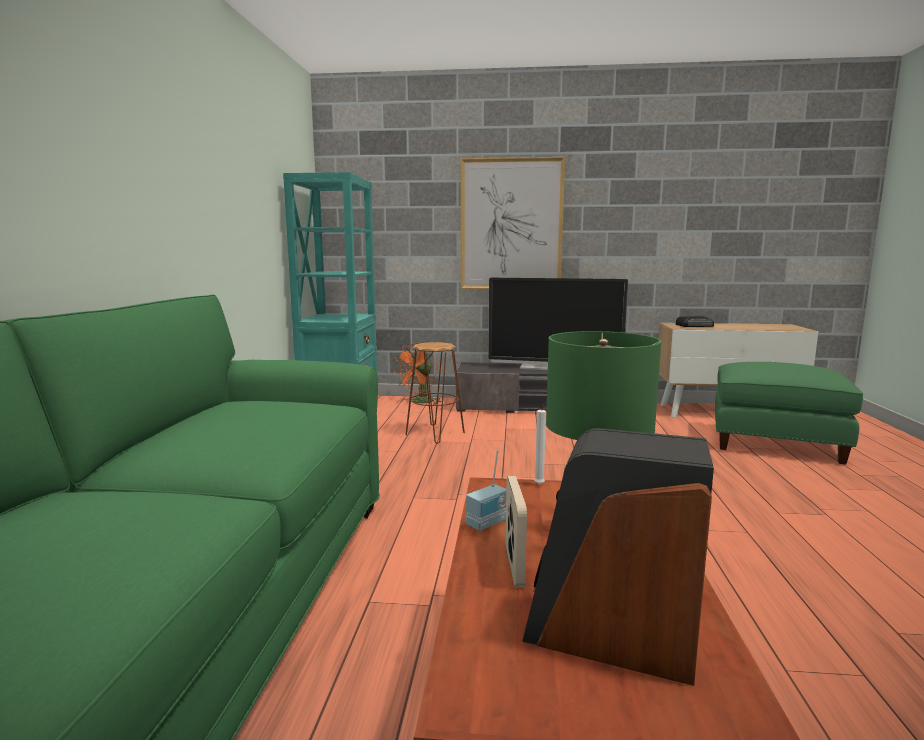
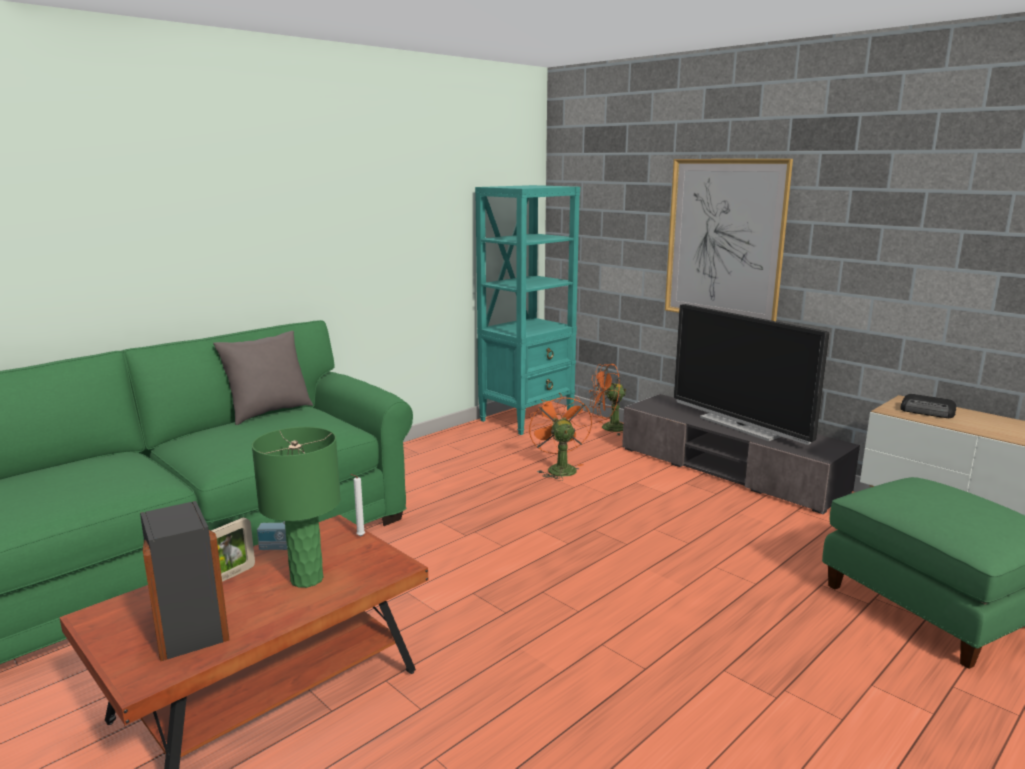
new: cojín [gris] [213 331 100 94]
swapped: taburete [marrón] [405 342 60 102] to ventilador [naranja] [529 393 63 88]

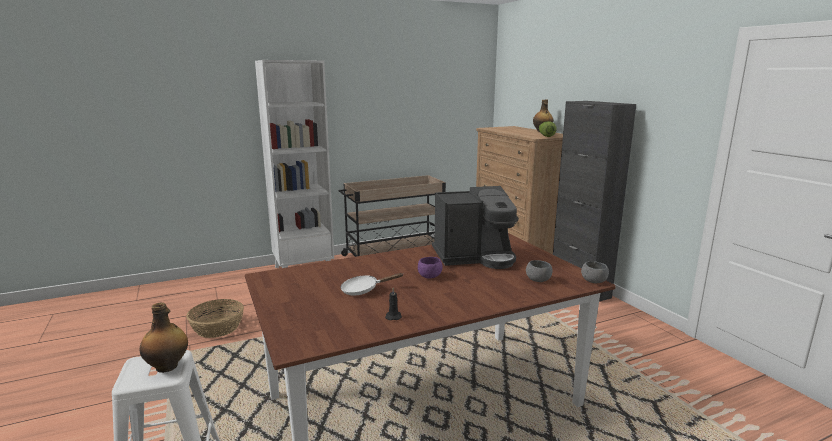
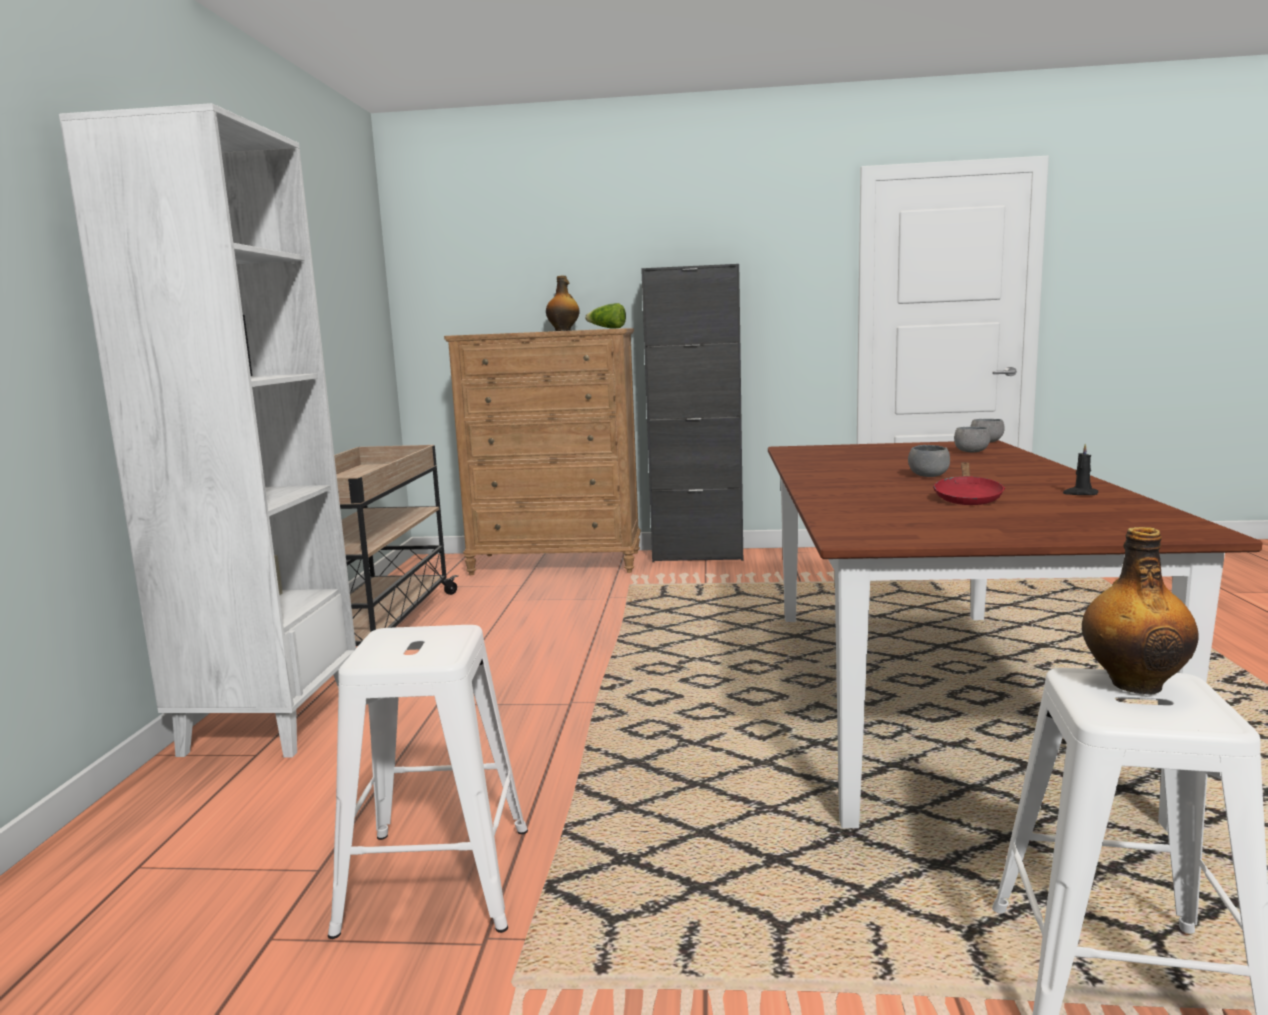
gone: cafetera [432 186 87 83]
swapped: cesta [187 299 57 39] to taburete [blanco] [328 625 200 314]
repainted: sartén [blanco] [341 273 62 22] to sartén [rojo] [933 462 72 43]; cuenco [morado] [418 257 24 21] to cuenco [gris] [908 445 42 32]

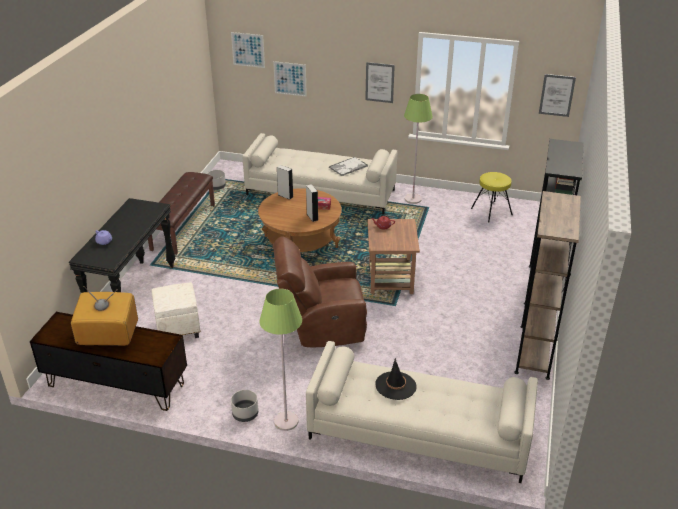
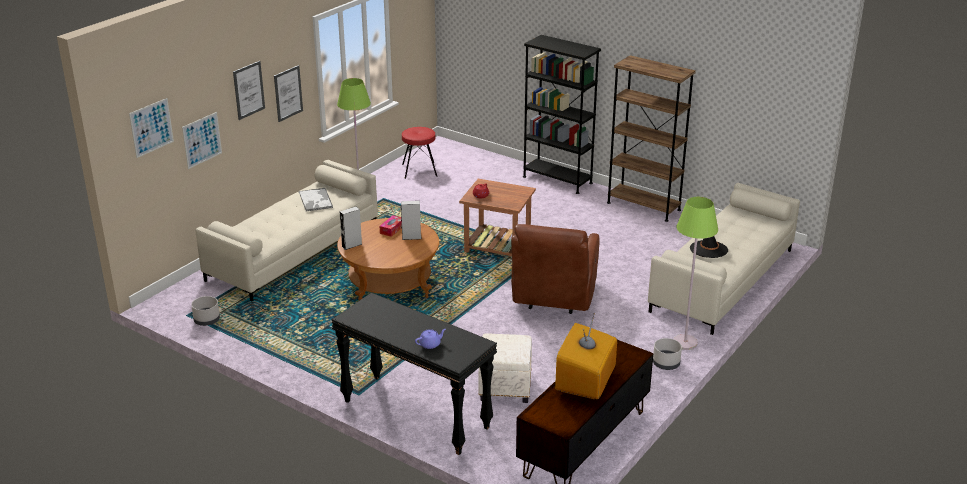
gone: banco [marrón] [148 172 67 83]
shifted: cuadro [539 74 37 43] to [233 61 32 59]
repainted: taburete [amarillo] [471 172 42 50] to taburete [rojo] [402 127 35 52]

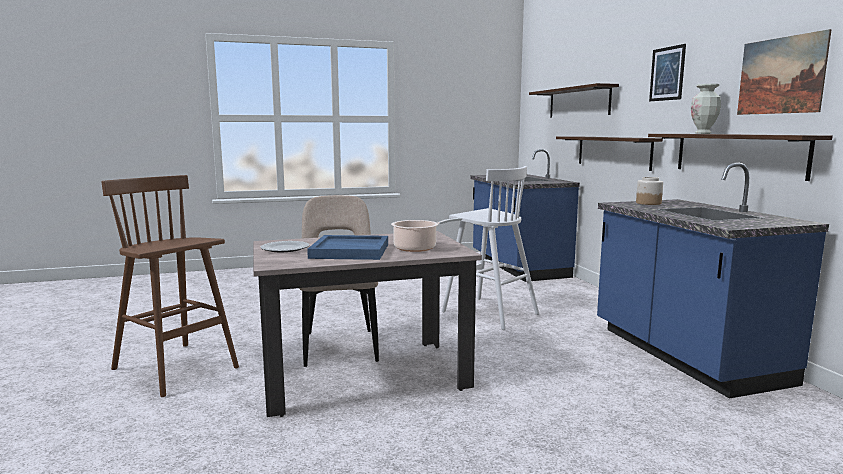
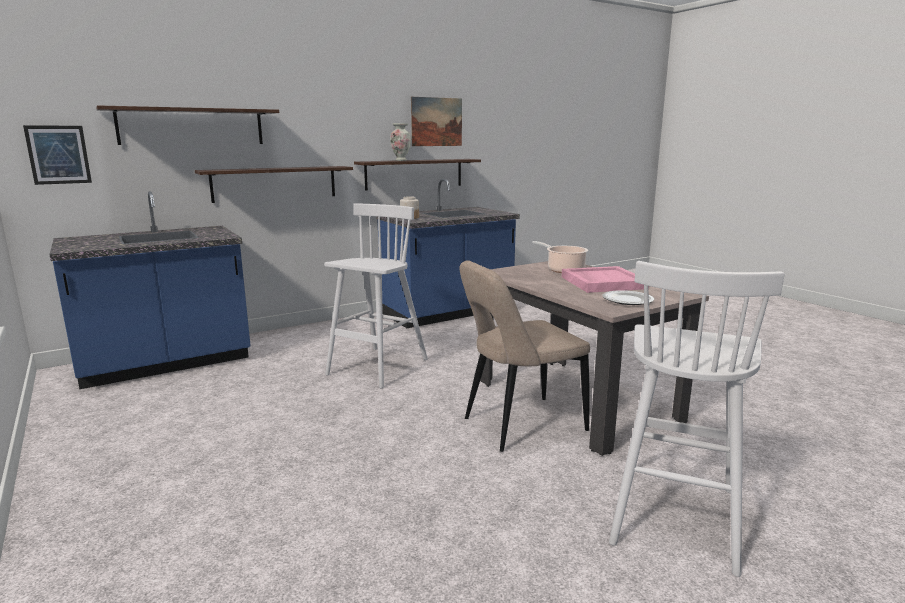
shifted: cuadro [649 44 37 57] to [23 125 69 60]
repainted: taburete [marrón] [101 175 138 222] to taburete [blanco] [609 261 176 316]; bandeja [azul] [307 235 81 25] to bandeja [rosa] [562 266 87 27]

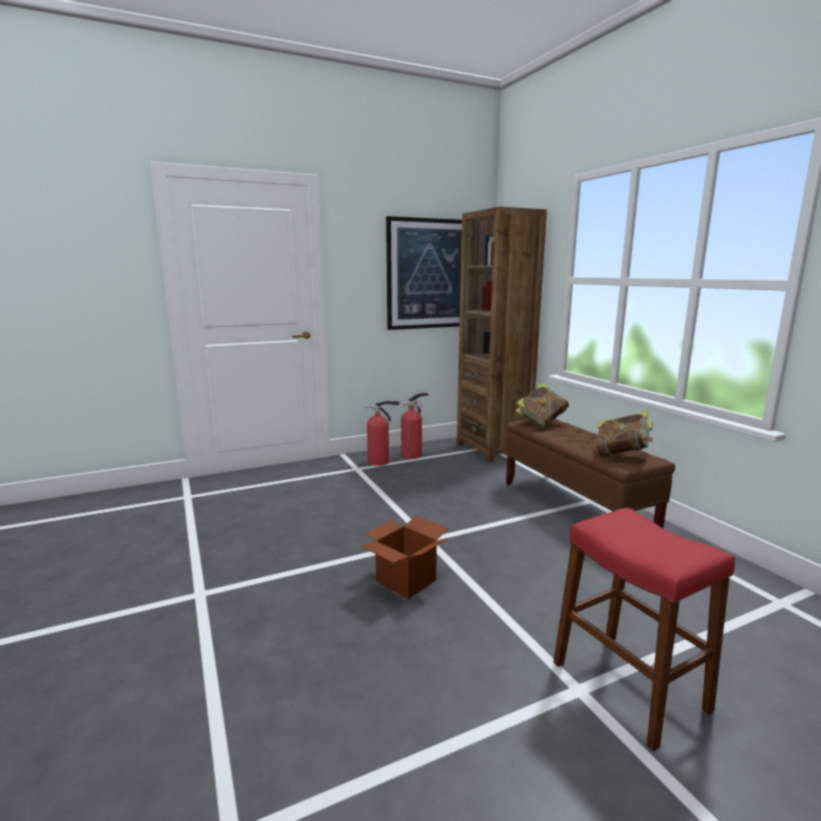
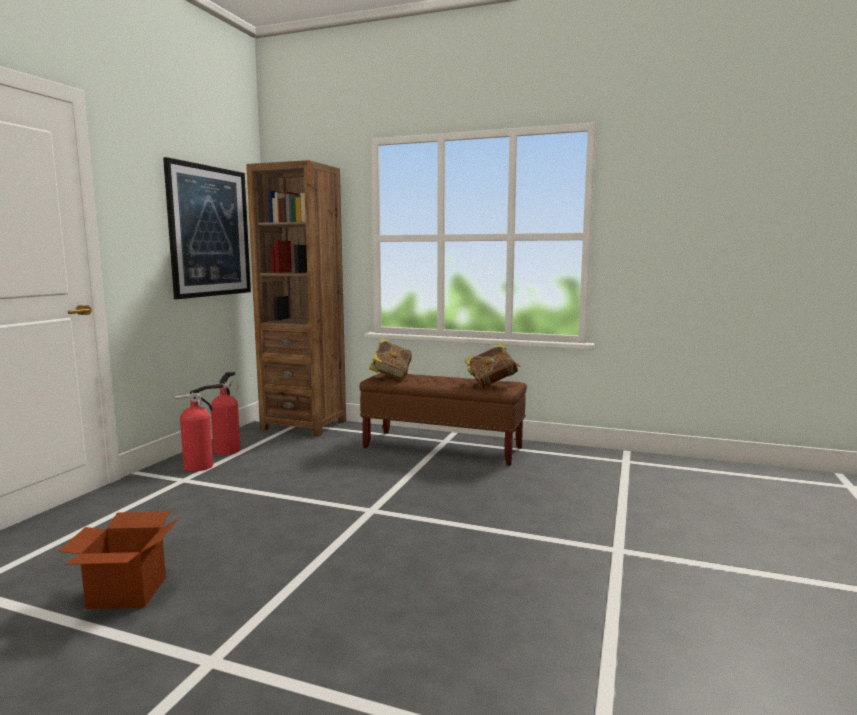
gone: taburete [rojo] [553 508 182 243]
shifted: caja de cartón [361 515 88 84] to [58 511 120 99]

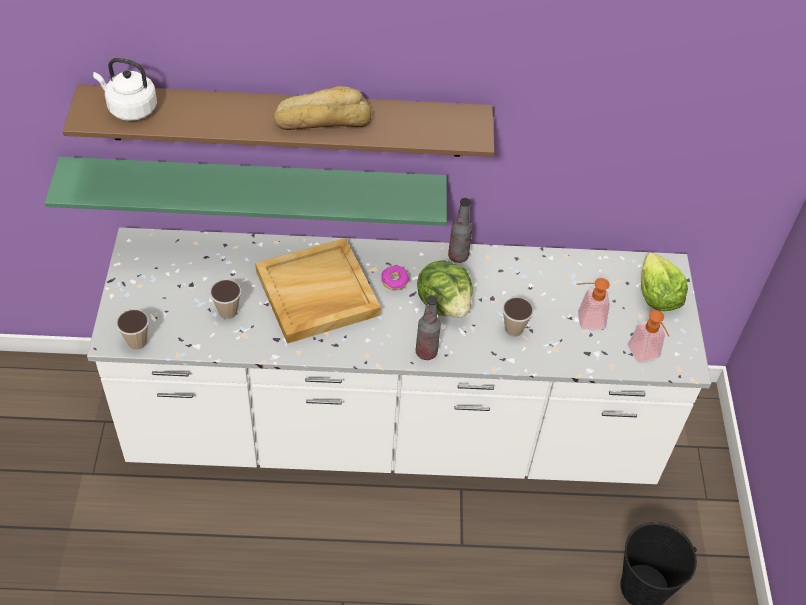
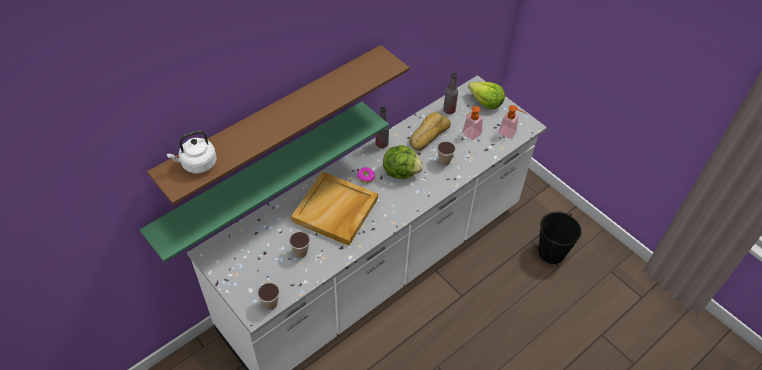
shifted: pan [274 86 98 44] to [409 112 42 39]; botella [416 295 25 65] to [443 73 15 41]

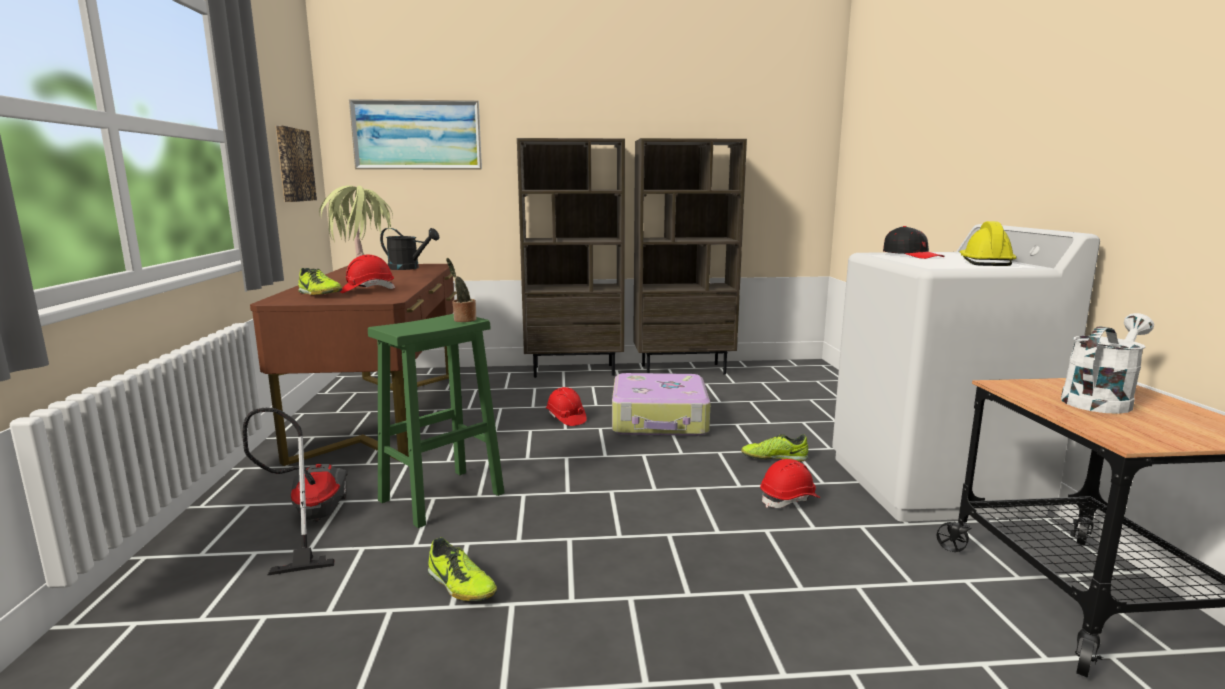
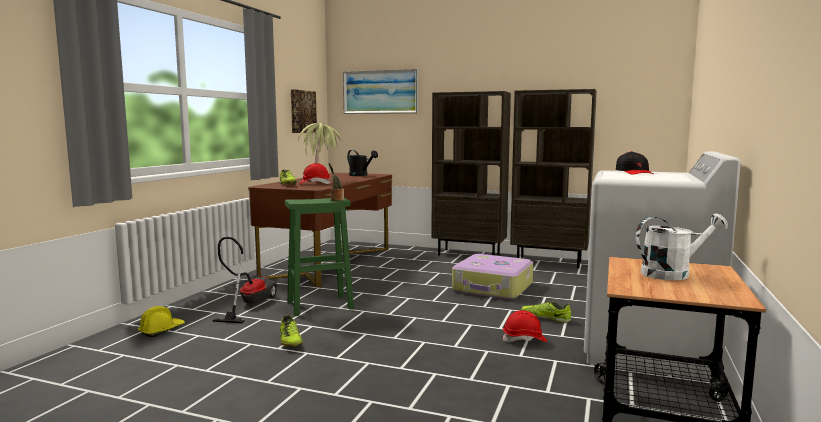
gone: casco [rojo] [546 387 41 39]
shifted: casco [amarillo] [960 221 57 45] to [138 306 47 31]

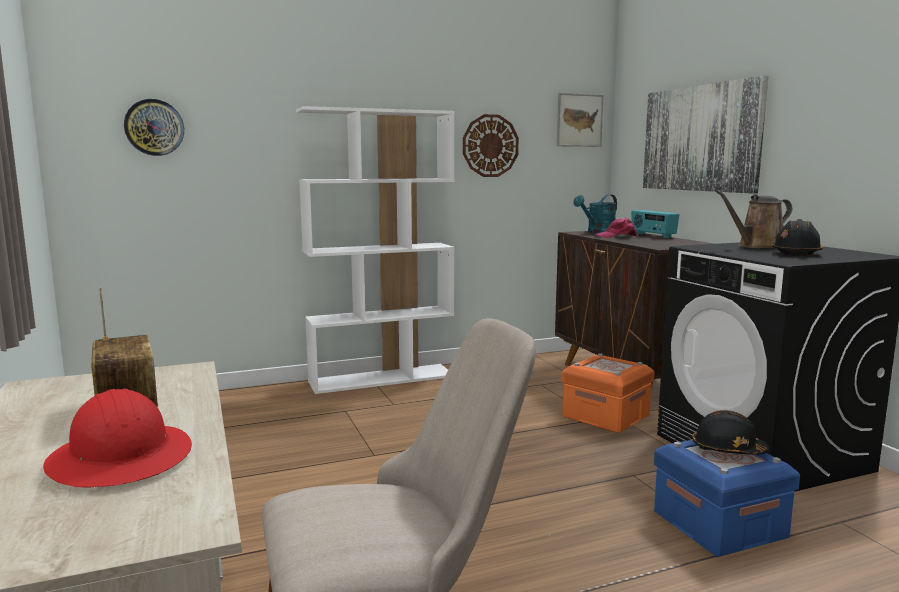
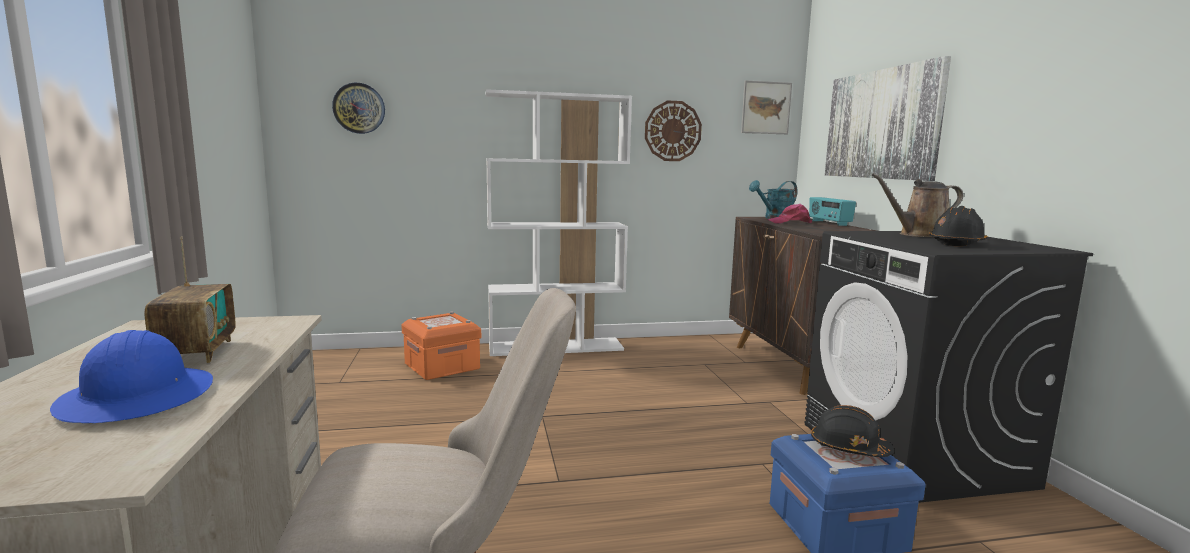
shifted: caja de almacenaje [naranja] [561 354 93 79] to [401 312 80 68]
repainted: casco [rojo] [43 389 149 98] to casco [azul] [50 330 163 93]

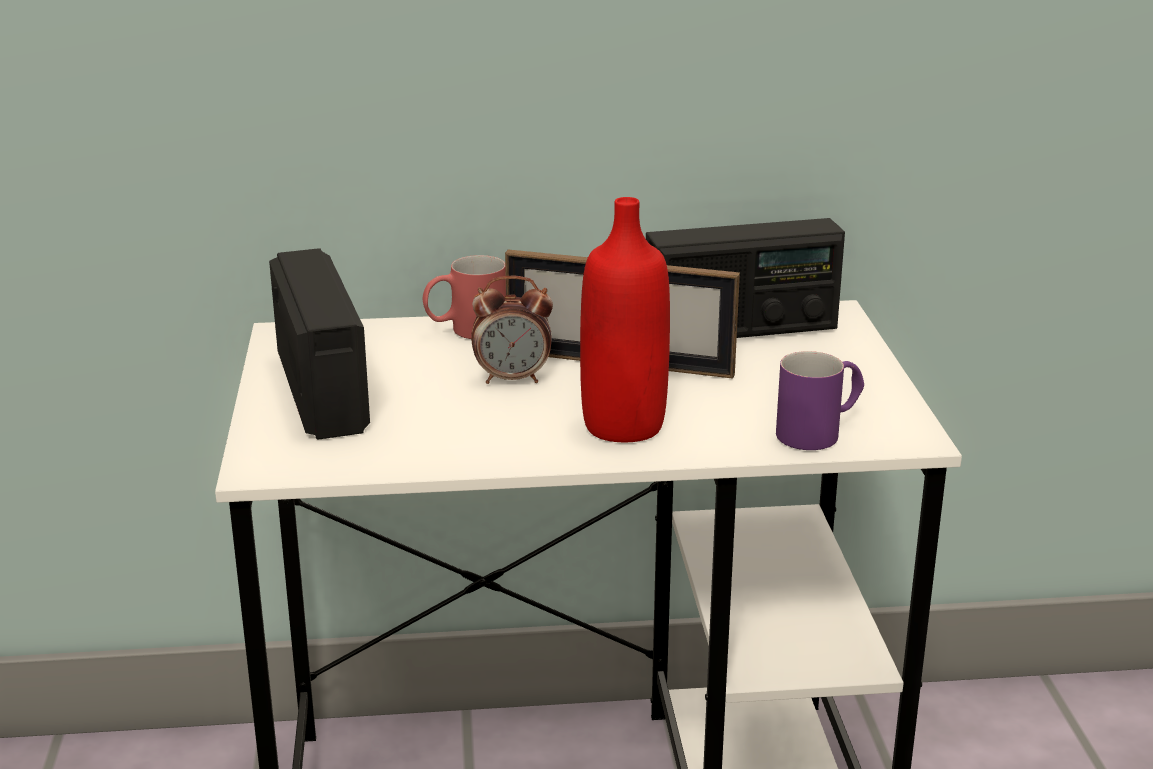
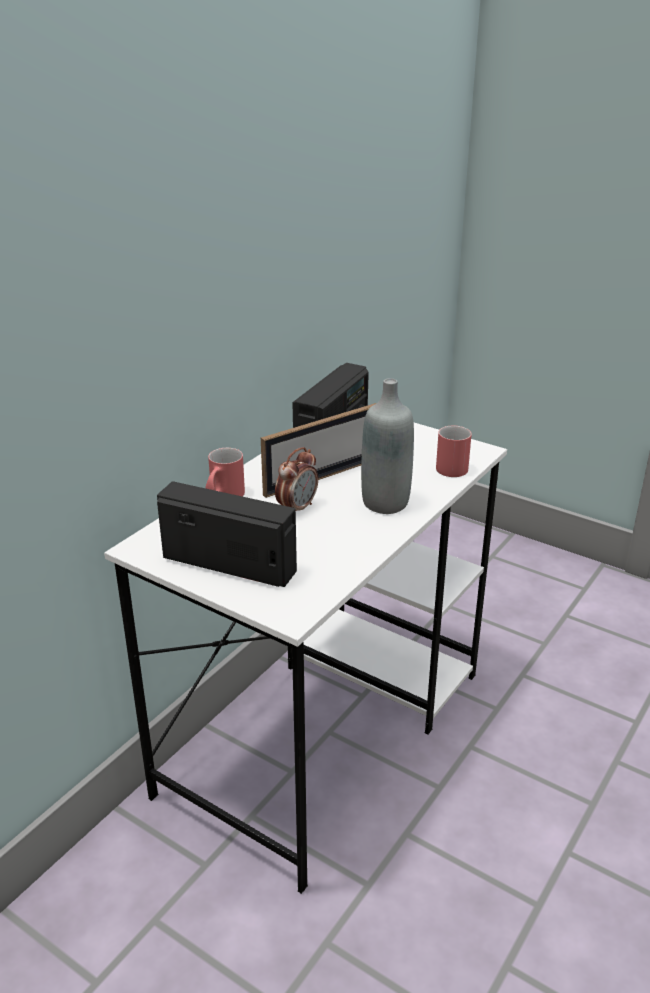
repainted: botella [rojo] [580 197 90 245] to botella [gris] [361 378 53 136]; taza grande [morado] [776 351 88 99] to taza grande [rojo] [436 426 36 51]

